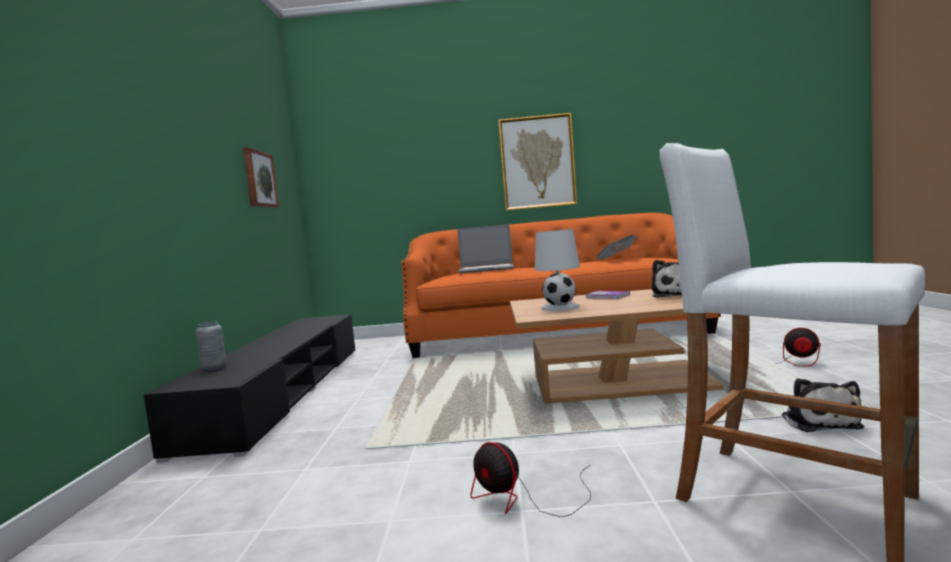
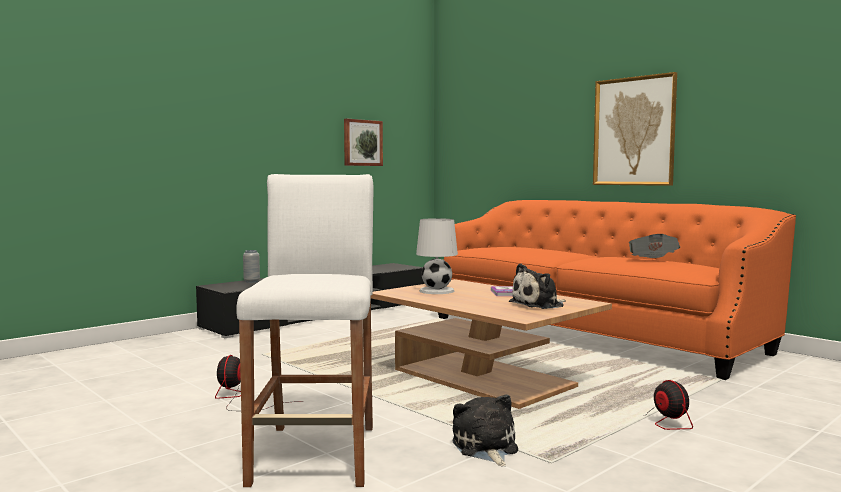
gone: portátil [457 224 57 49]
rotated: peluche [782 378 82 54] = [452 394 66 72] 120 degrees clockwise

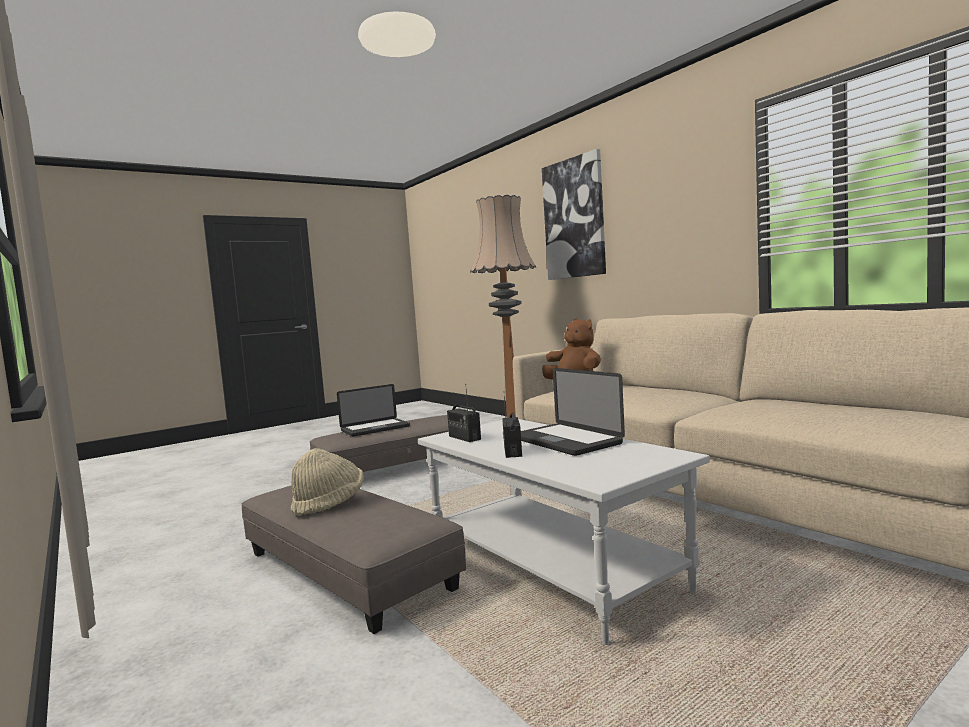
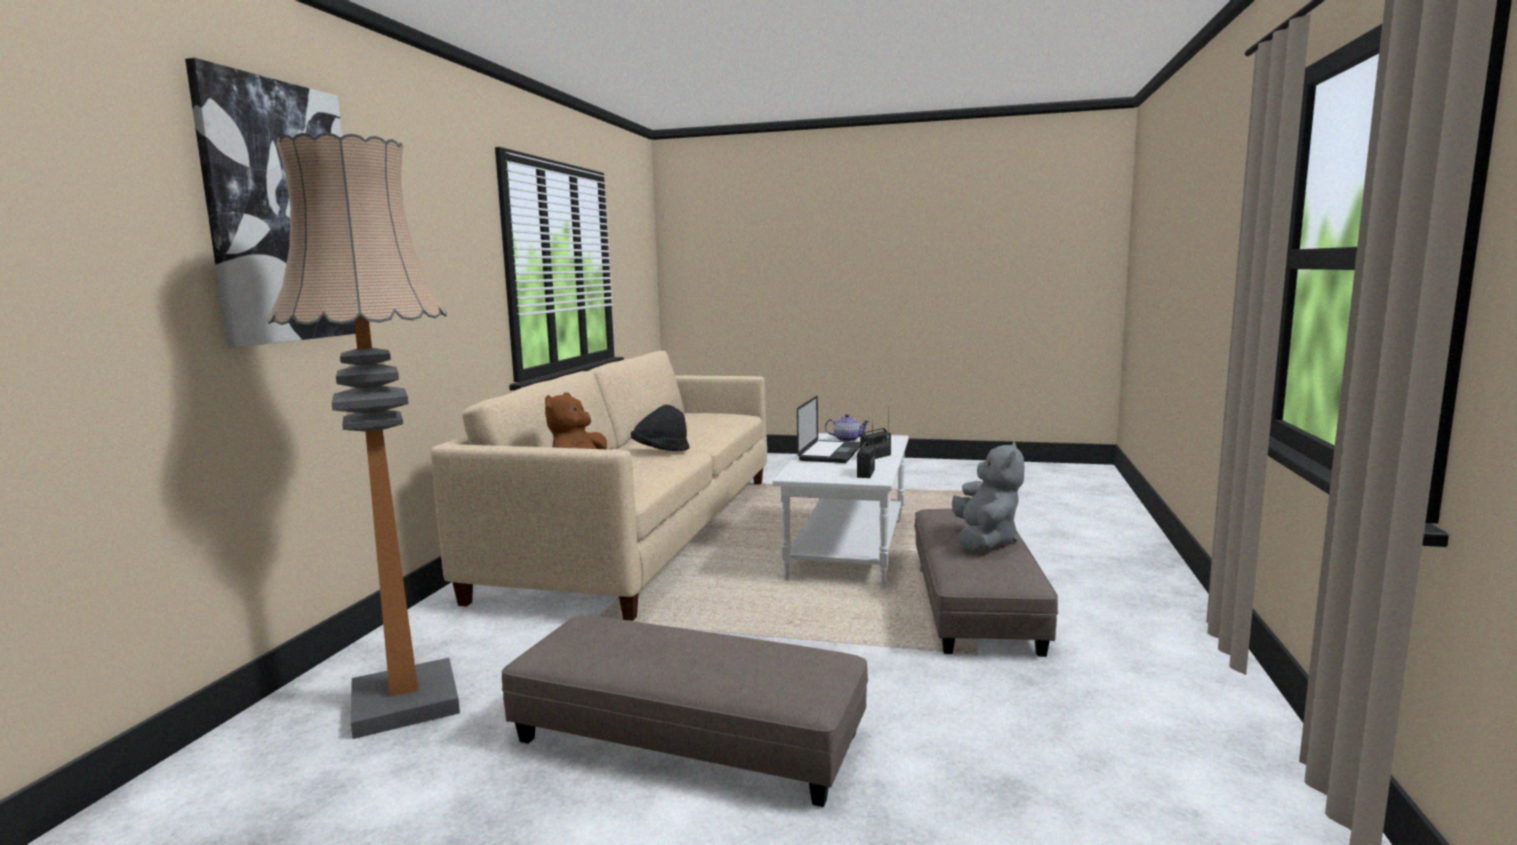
gone: portátil [337 384 73 53]
new: sombrero [negro] [631 405 59 46]; tetera [825 414 44 28]
swapped: sombrero [beis] [290 448 74 67] to peluche [gris] [952 441 73 112]

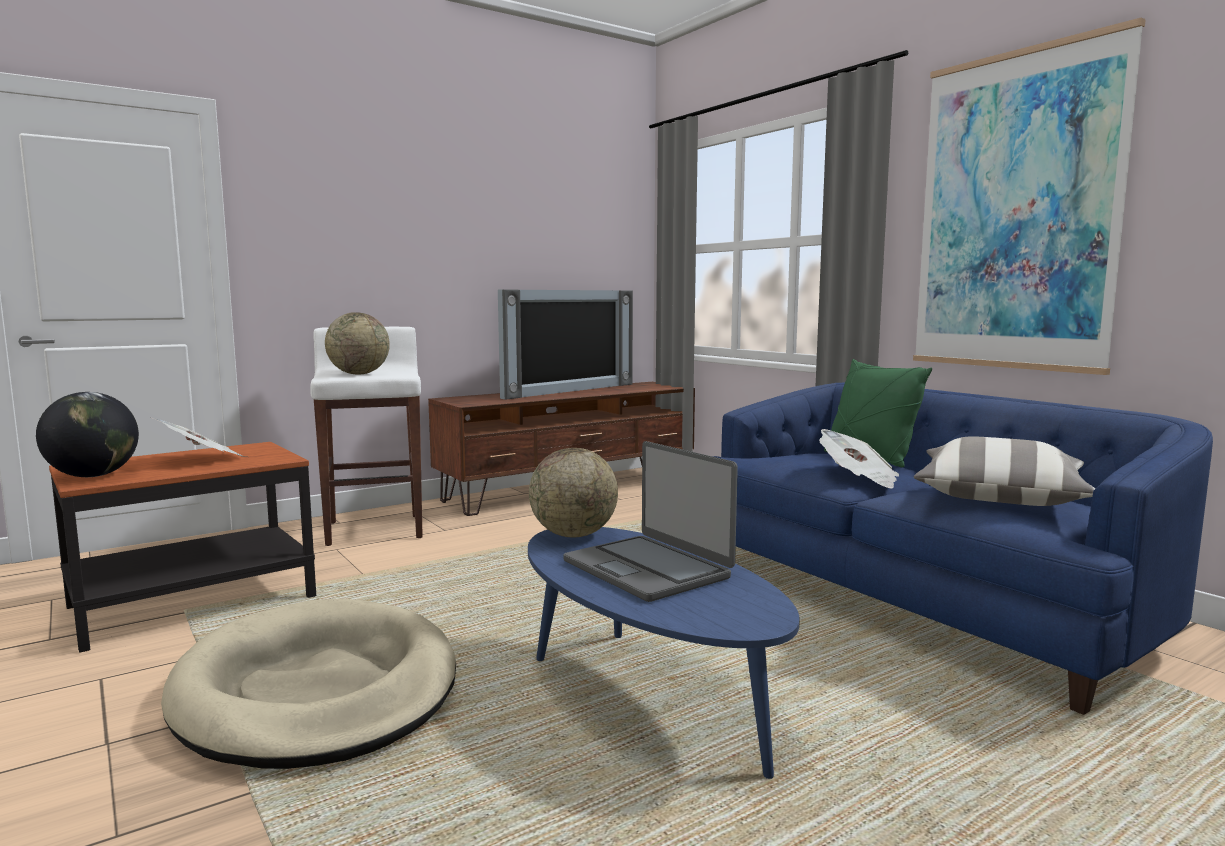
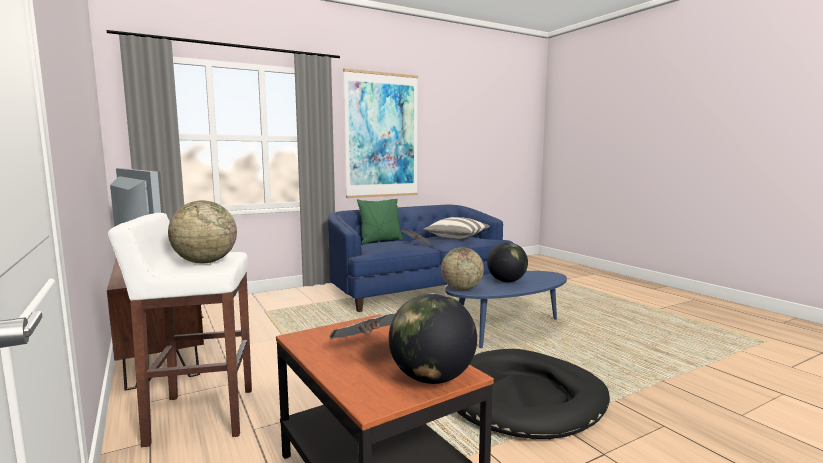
swapped: portátil [564 441 174 161] to globo terráqueo [487 242 41 40]
repainted: cama para perro [beis] [161 598 295 171] to cama para perro [negro] [457 349 153 90]

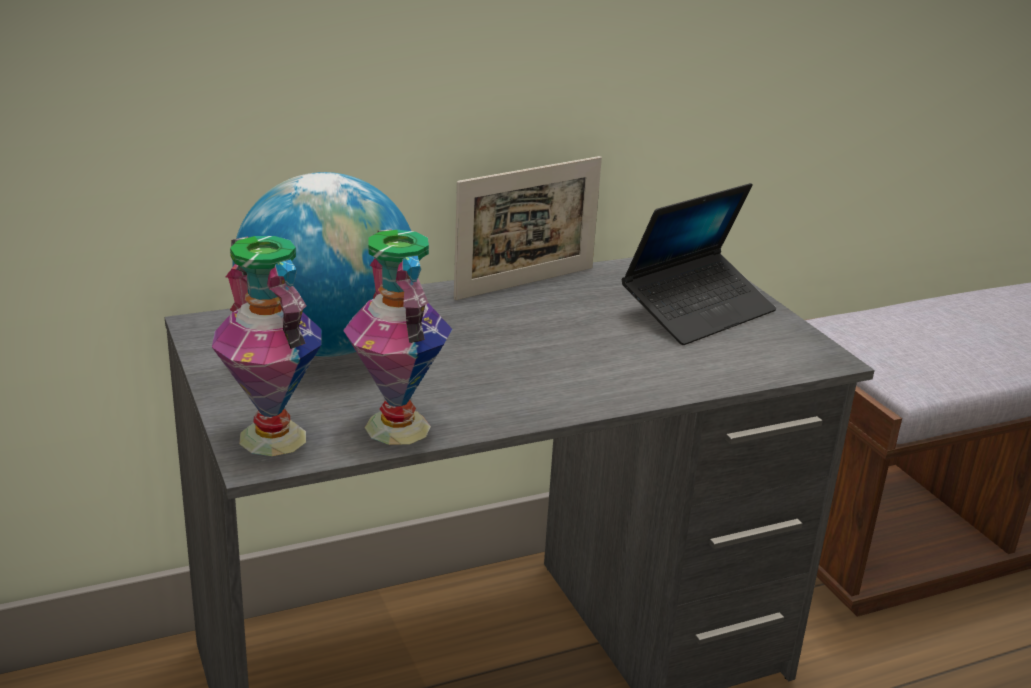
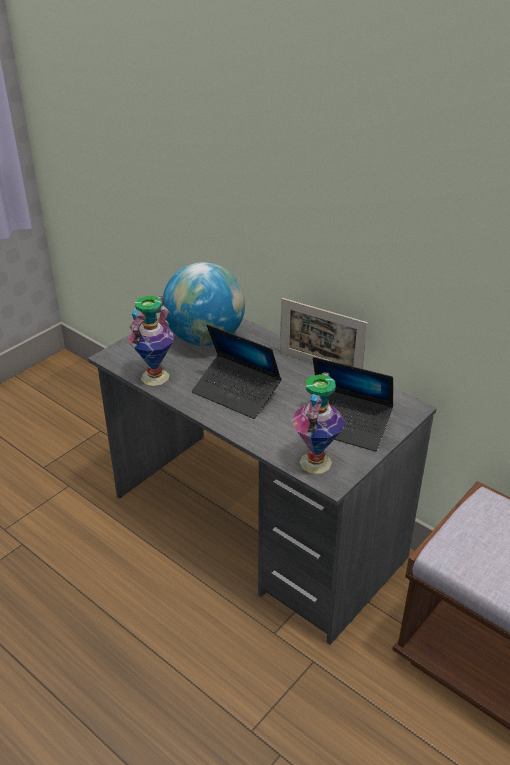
new: portátil [192 324 90 95]
shifted: florero [212 236 110 220] to [291 372 54 102]

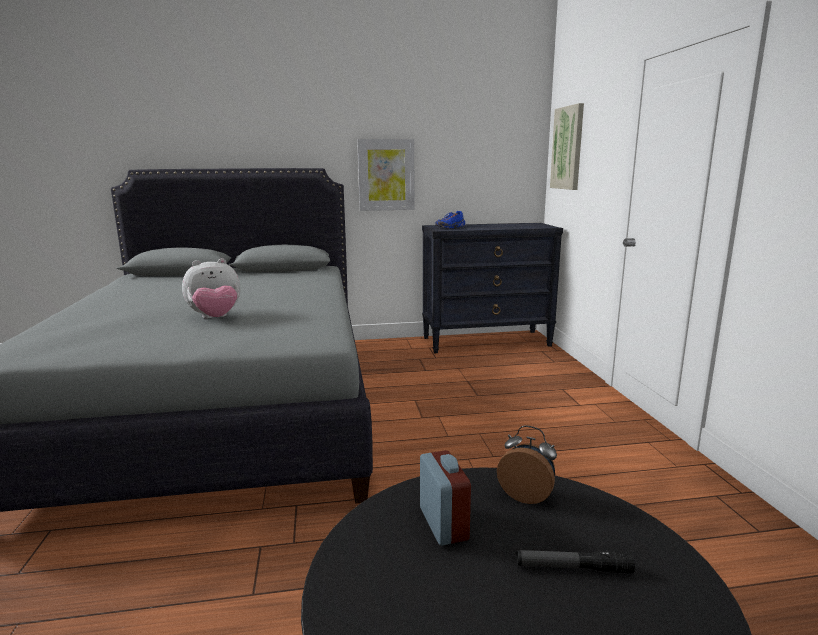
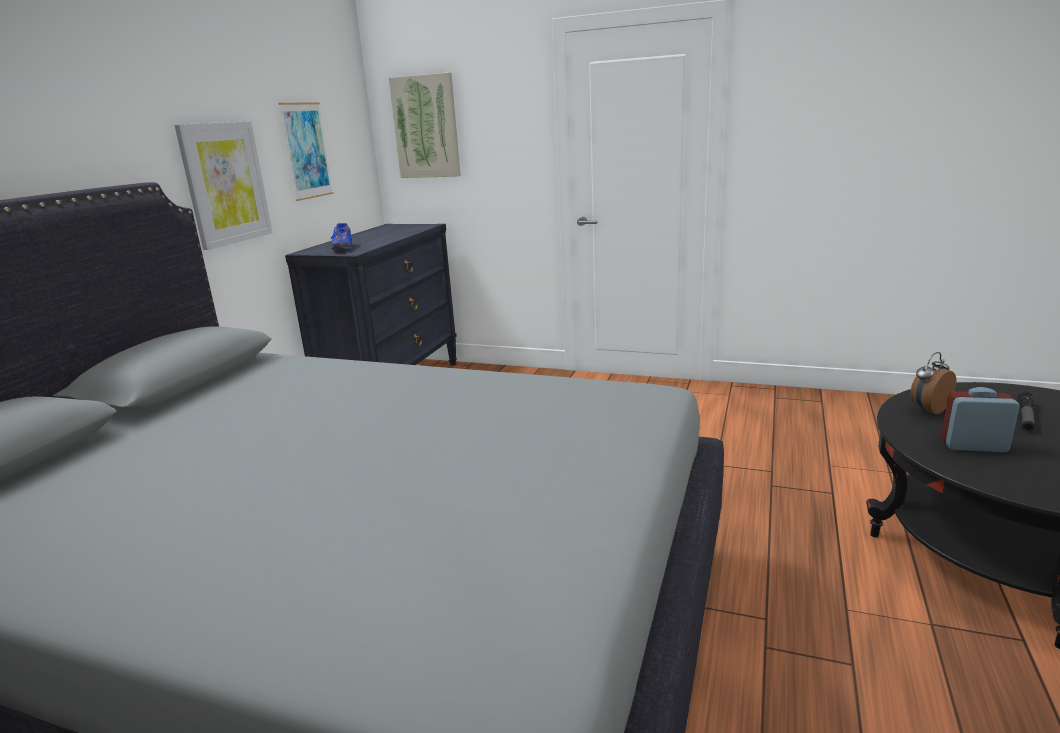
gone: peluche [182 258 58 61]
new: cuadro [279 102 55 99]

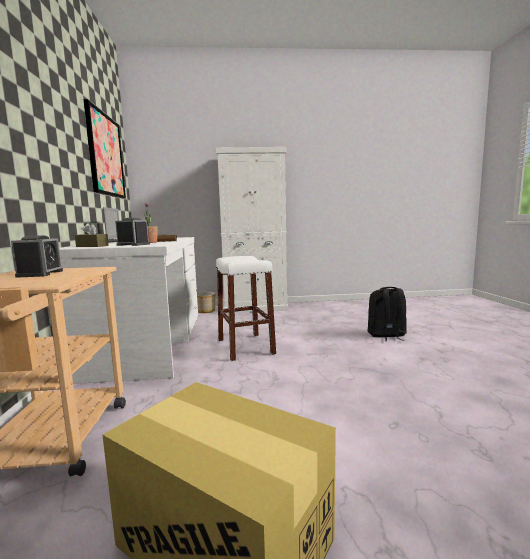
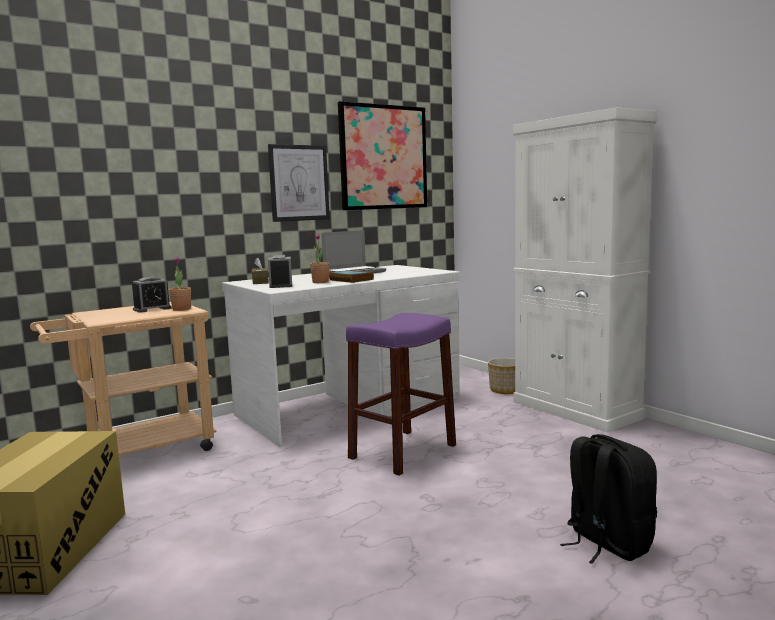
new: planta en maceta [169 256 22 55]; cuadro [268 144 62 78]
repainted: taburete [blanco] [216 256 60 105] to taburete [morado] [346 313 110 163]

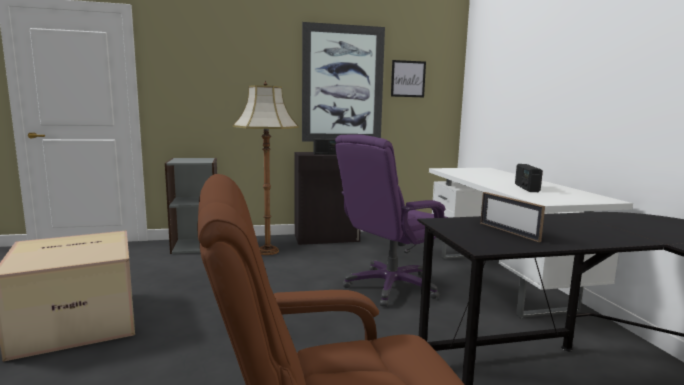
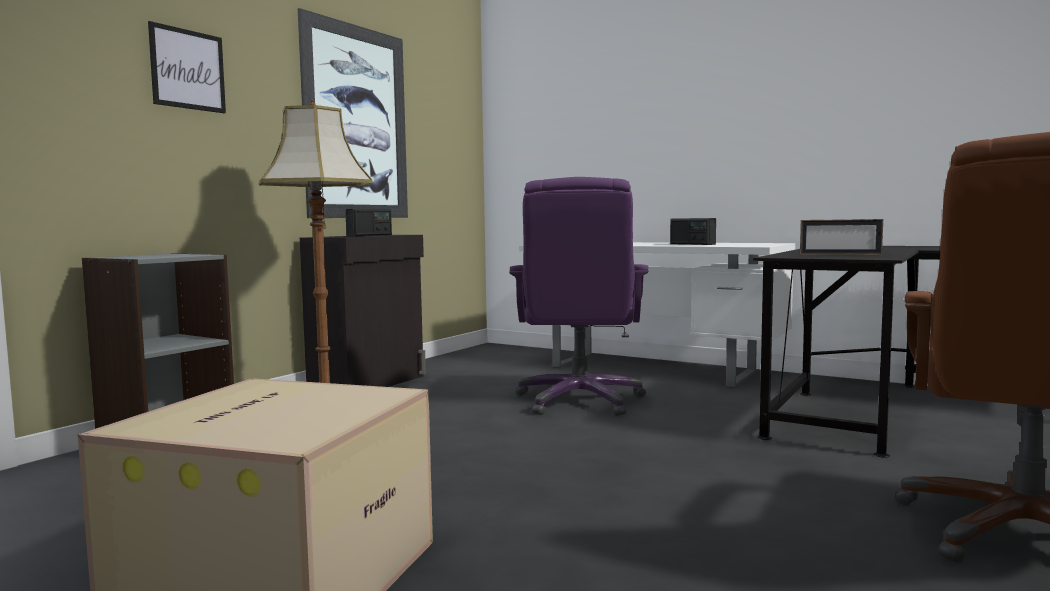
shifted: cuadro [391 60 35 37] to [148 21 78 92]

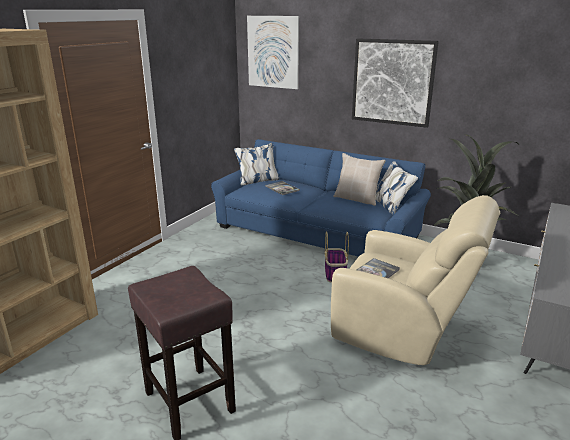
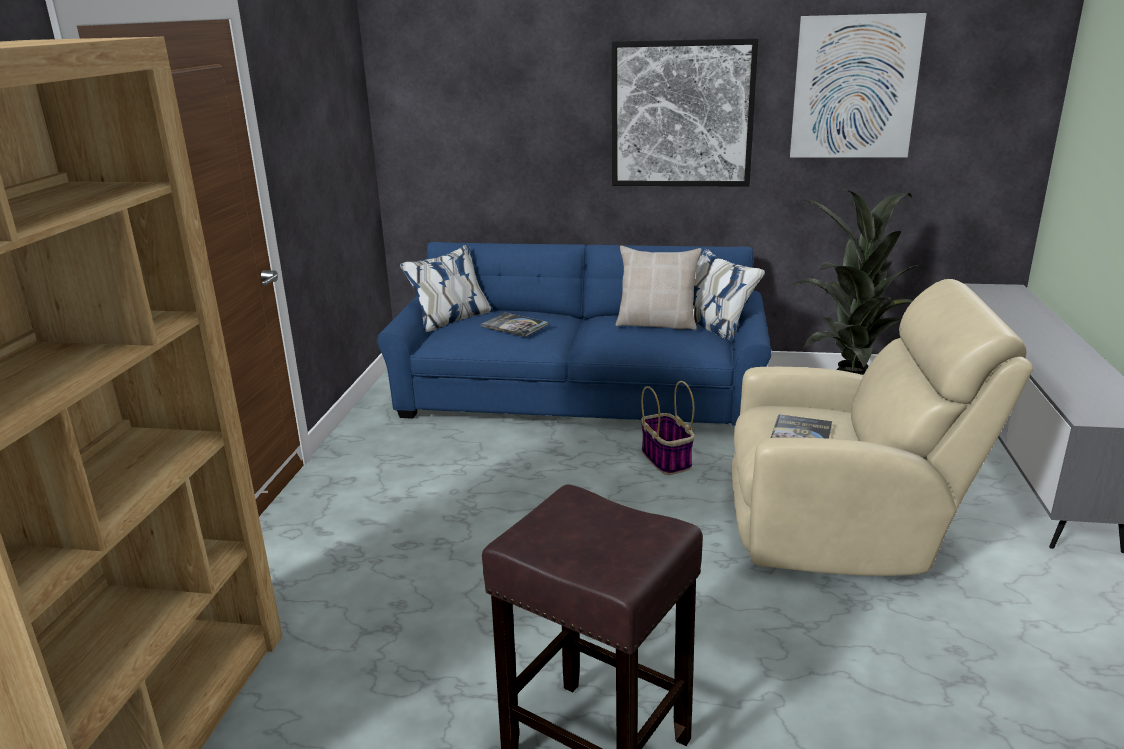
shifted: cuadro [247 16 52 73] to [790 13 137 145]

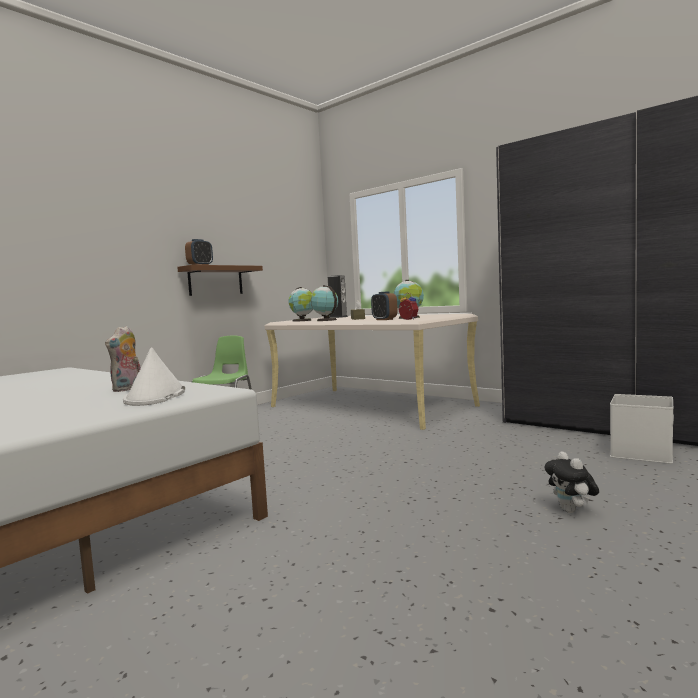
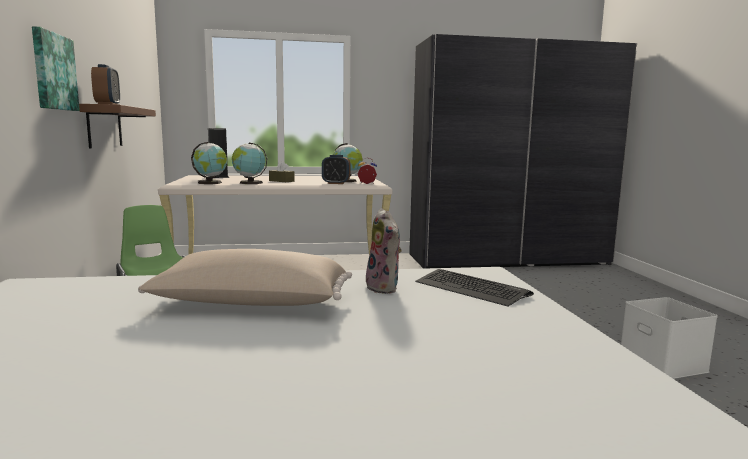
gone: peluche [544 451 55 62]
new: cuadro [32 26 48 85]; cojín [beis] [138 249 214 57]
shifted: caja de almacenaje [blanco] [610 394 64 70] to [621 297 97 82]
swapped: sombrero [blanco] [123 347 62 59] to teclado [416 269 118 38]

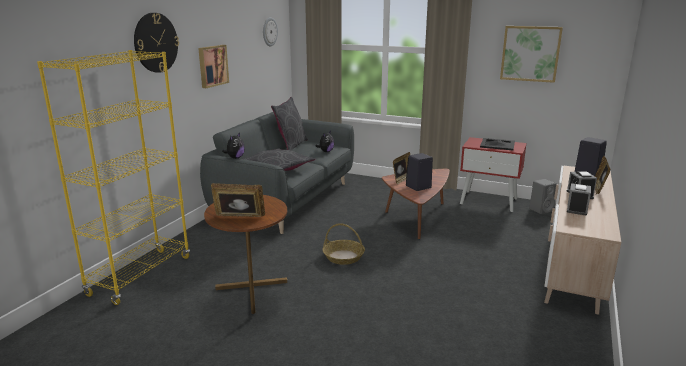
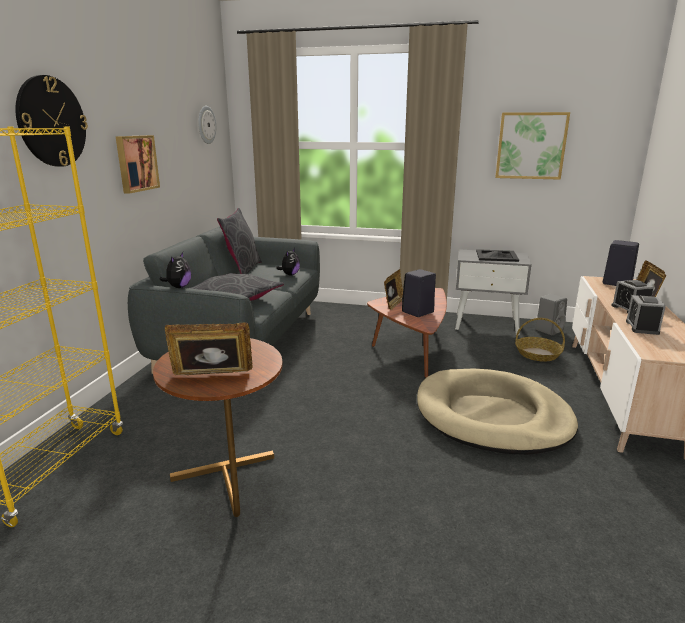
new: cama para perro [beis] [417 368 161 87]
shifted: cesta [323 223 42 42] to [515 318 50 44]
repainted: mesita de noche [rojo] [460 137 67 75] to mesita de noche [gris] [455 249 77 86]

